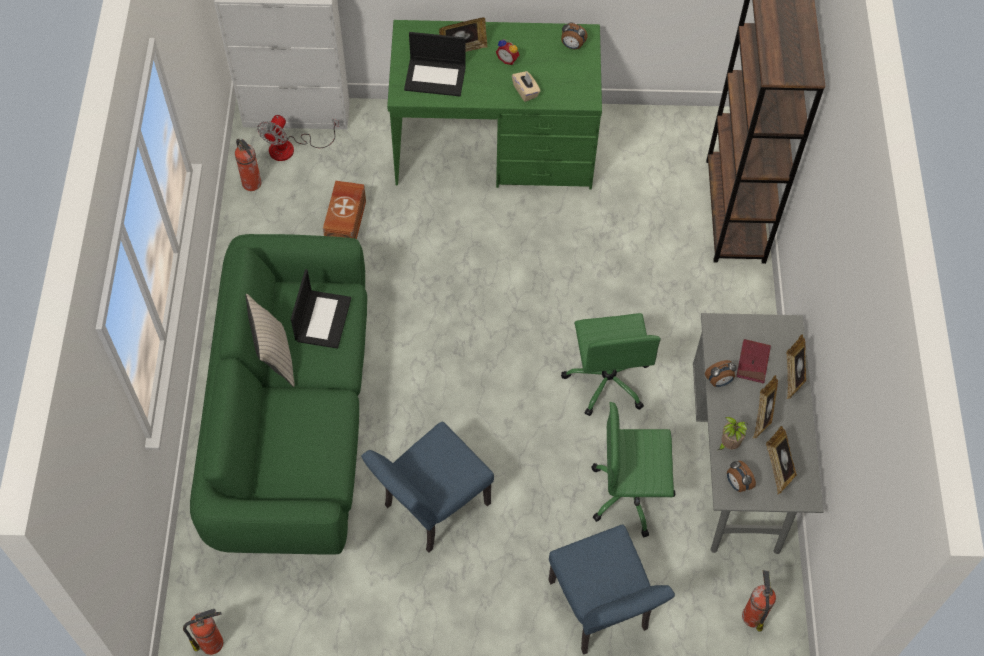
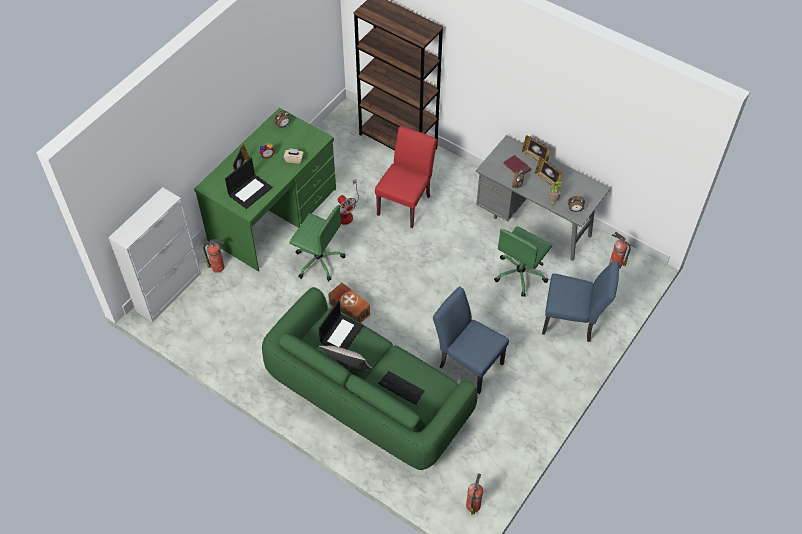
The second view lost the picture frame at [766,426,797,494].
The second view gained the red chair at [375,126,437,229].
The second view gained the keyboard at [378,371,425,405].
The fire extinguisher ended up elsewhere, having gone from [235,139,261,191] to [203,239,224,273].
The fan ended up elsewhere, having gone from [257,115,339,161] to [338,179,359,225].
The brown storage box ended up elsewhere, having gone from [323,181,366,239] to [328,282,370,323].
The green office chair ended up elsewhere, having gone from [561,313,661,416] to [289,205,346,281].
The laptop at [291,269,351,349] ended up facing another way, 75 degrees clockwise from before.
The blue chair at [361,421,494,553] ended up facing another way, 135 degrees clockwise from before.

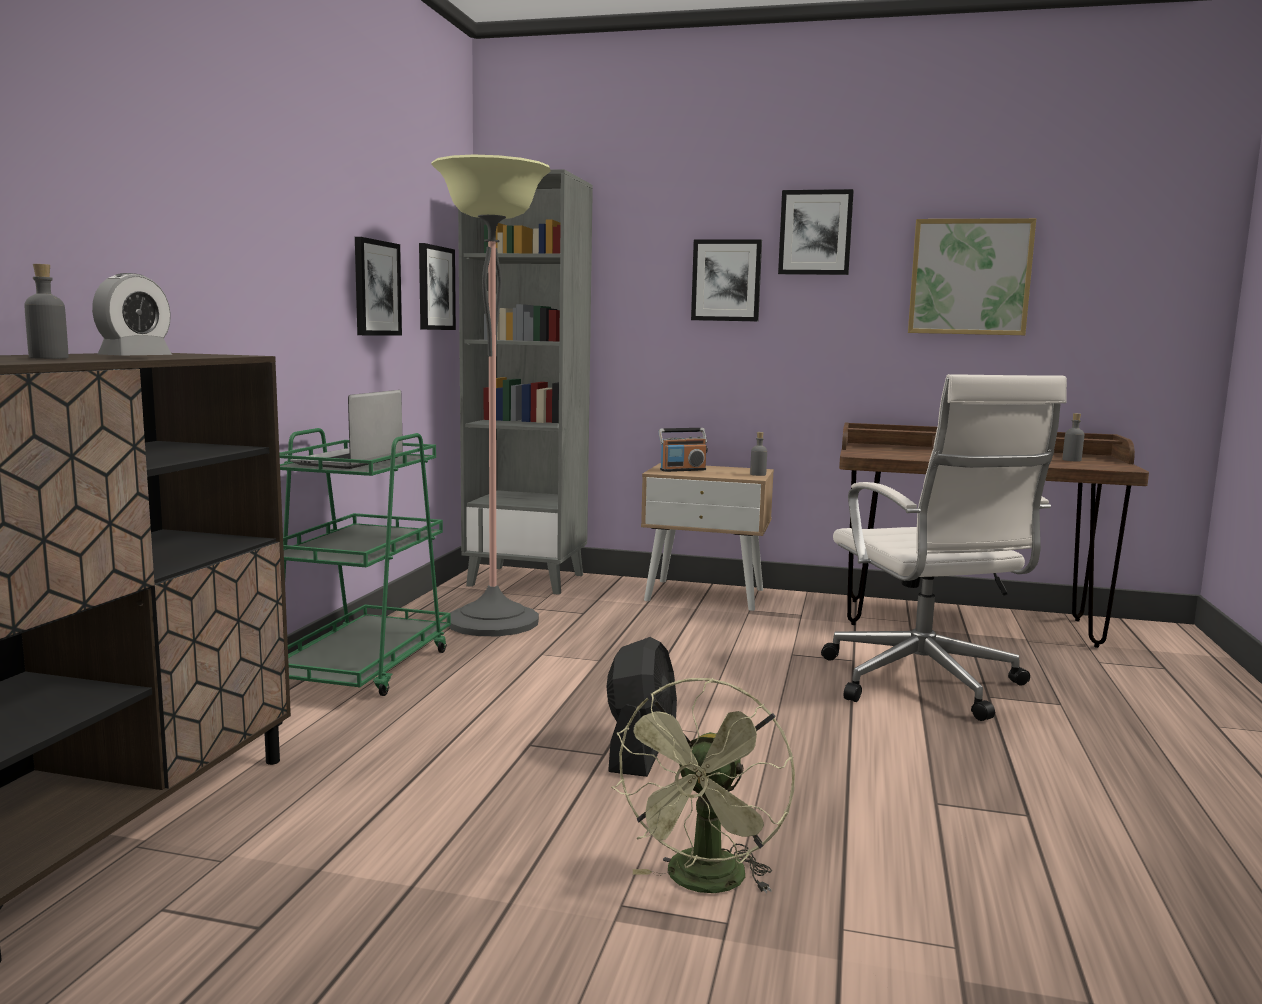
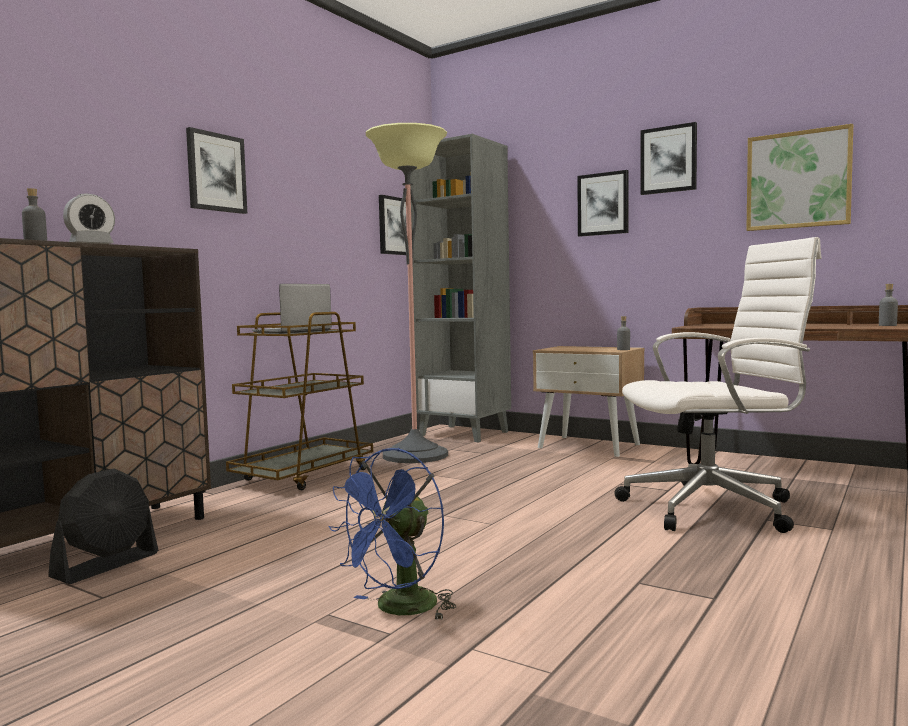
The second view lost the radio at [658,428,708,472].
The picture ended up elsewhere, having gone from [355,237,402,336] to [186,127,247,214].
The black fan ended up elsewhere, having gone from [607,637,677,777] to [48,468,158,584].
What was the green cart at [279,428,451,696] turned into the brown cart at [226,312,373,490].
What was the green fan at [611,678,795,893] turned into the blue fan at [328,448,456,620].
The white office chair at [821,374,1067,721] ended up facing another way, 105 degrees counterclockwise from before.

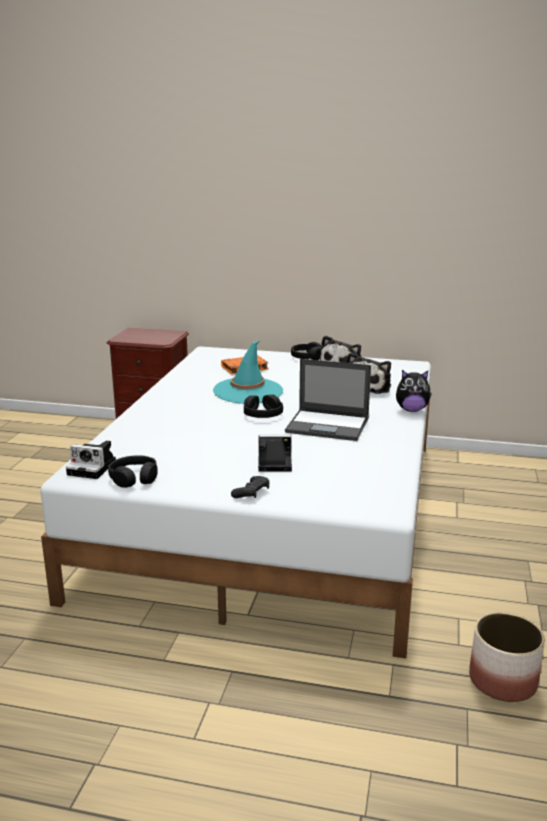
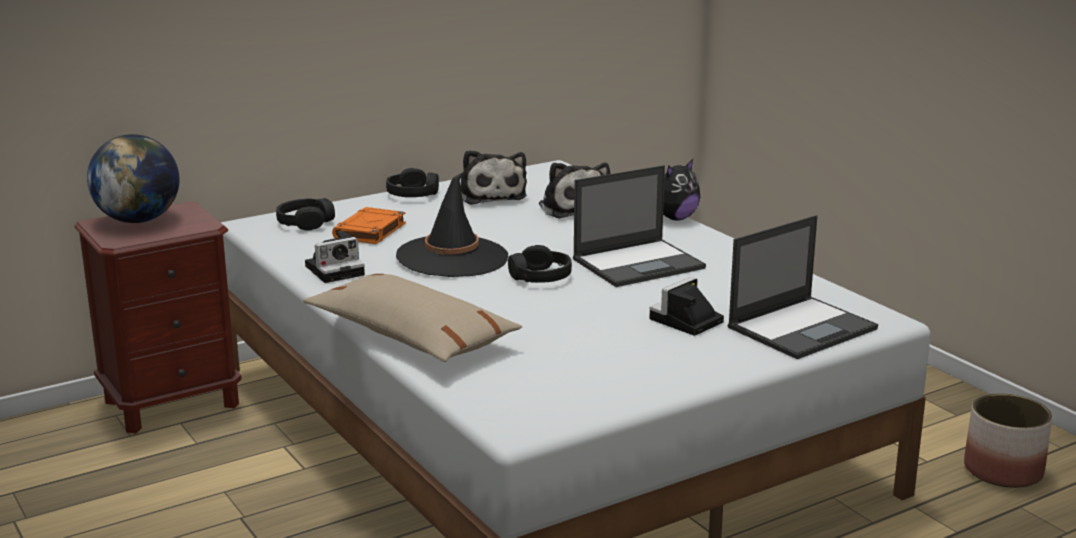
The second view lost the black game controller at [231,476,270,498].
The second view gained the globe at [87,134,179,223].
The second view gained the beige pillow at [303,274,522,362].
The second view gained the laptop at [728,215,878,359].
The photo camera ended up elsewhere, having gone from [66,440,116,479] to [305,231,365,283].
The black headphones ended up elsewhere, having gone from [108,455,158,488] to [276,198,335,230].
What was the turquoise hat at [213,340,283,404] turned into the black hat at [396,172,508,277].

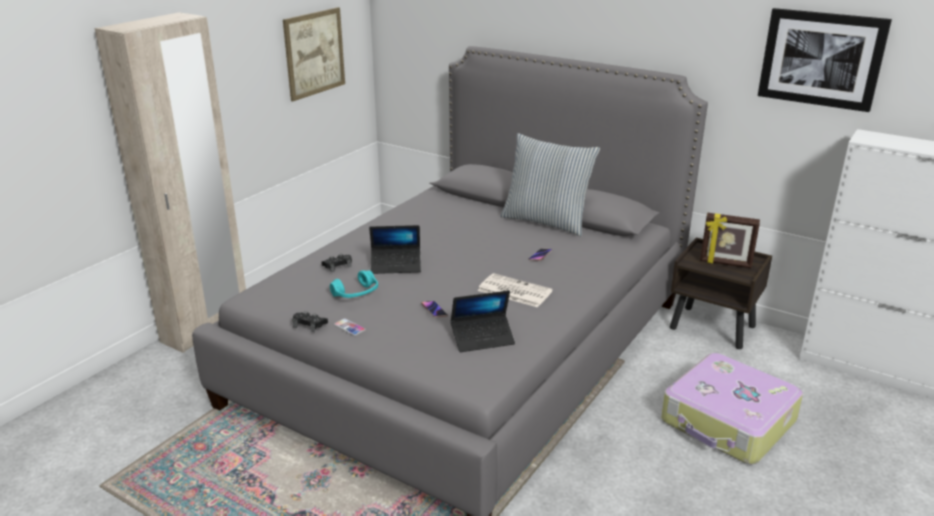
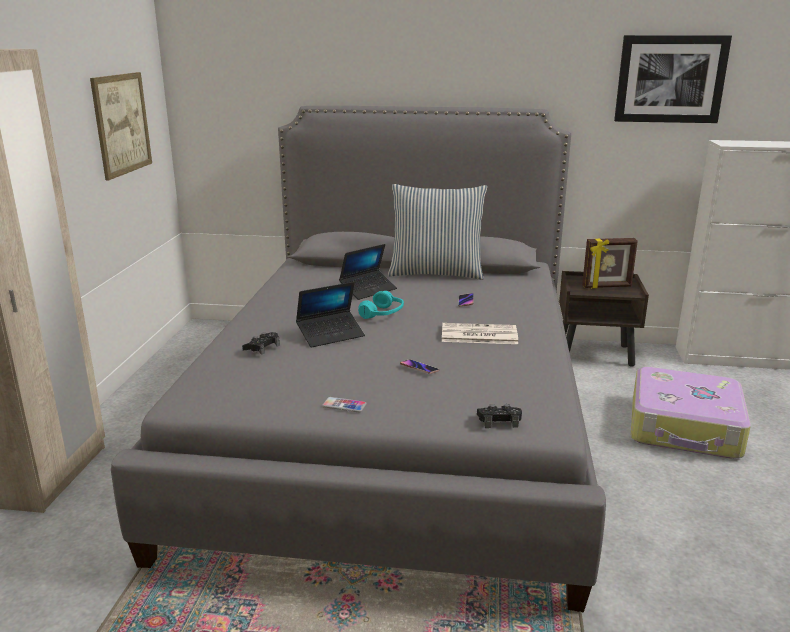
The black game controller ended up elsewhere, having gone from [292,311,328,332] to [477,404,522,428].
The turquoise headphones ended up elsewhere, having gone from [330,270,378,298] to [358,291,404,319].
The laptop ended up elsewhere, having gone from [451,290,515,352] to [339,244,397,300].

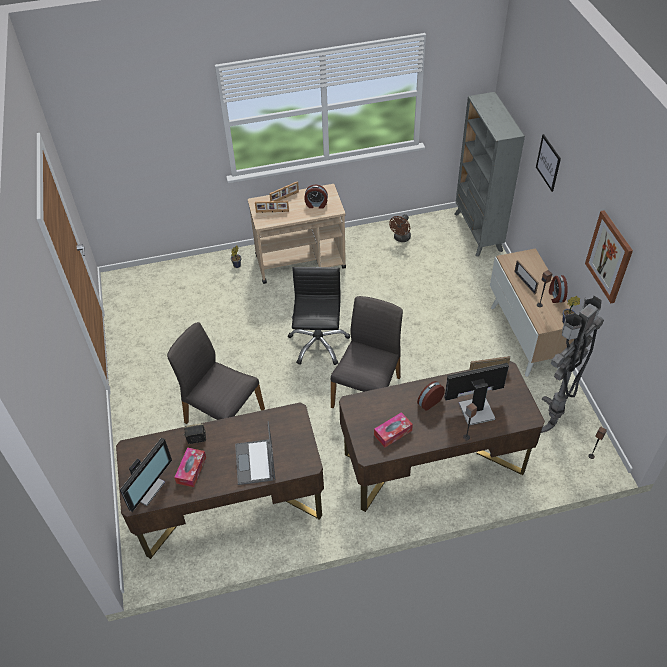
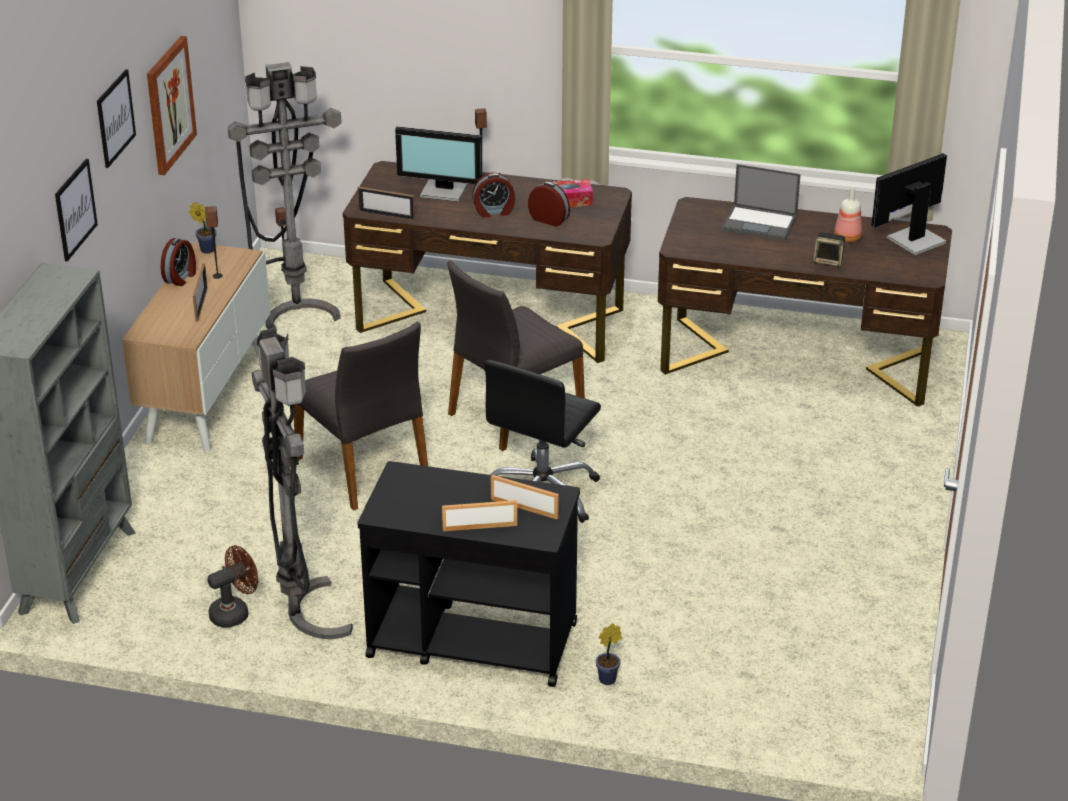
The second view gained the picture at [97,69,136,168].
The second view gained the grey floor lamp at [252,328,353,639].
The grey chair ended up elsewhere, having gone from [167,322,265,424] to [294,322,428,510].
The alarm clock ended up elsewhere, having gone from [304,185,328,209] to [528,182,570,227].
Where the tissue box stood at [174,447,206,487], the bottle came to stand at [834,187,862,242].
What was the beige cart at [248,184,346,284] turned into the black cart at [358,461,580,687].
The laptop at [235,421,275,485] ended up facing another way, 90 degrees clockwise from before.

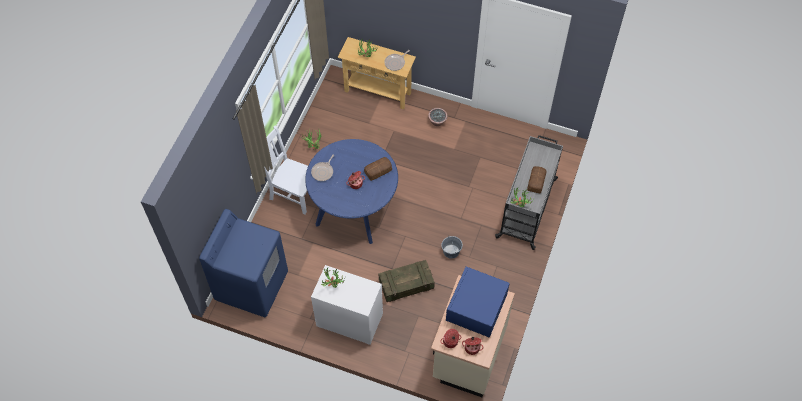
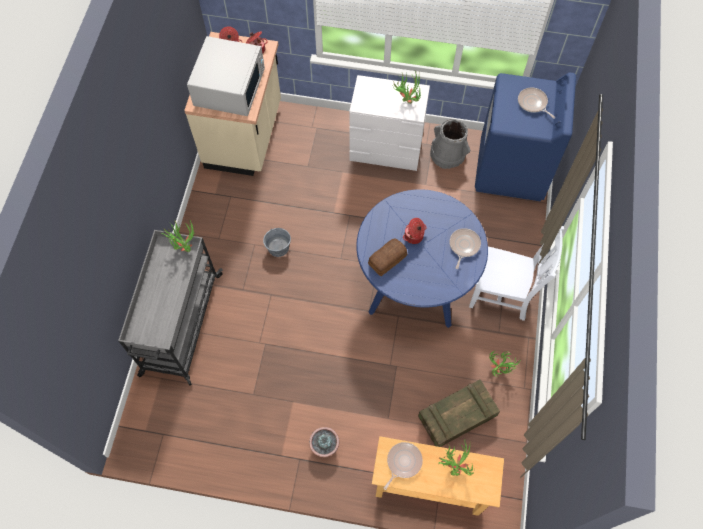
The second view lost the bread at [527,166,546,193].
The second view gained the grey bucket at [430,119,470,169].
The second view gained the frying pan at [518,87,555,119].
The crate ended up elsewhere, having gone from [379,260,435,302] to [418,379,500,447].
What was the blue microwave at [446,267,510,338] turned into the white microwave at [187,36,265,116].

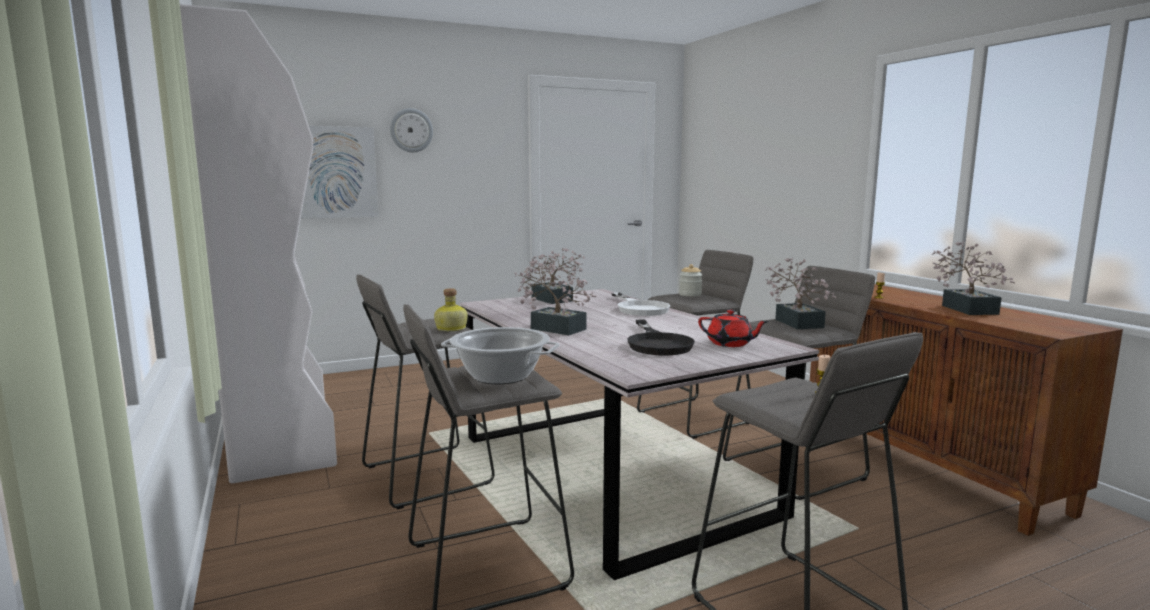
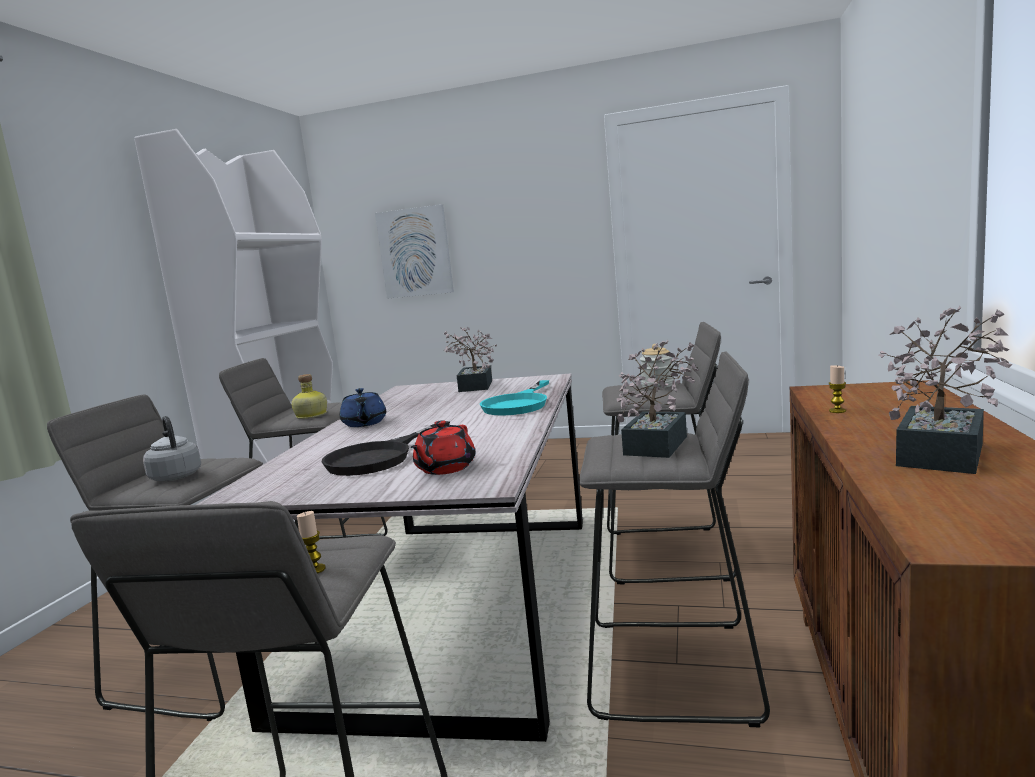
The second view lost the wall clock at [390,108,433,152].
Where the cooking pot stood at [441,327,560,384], the grey kettle came to stand at [143,416,201,481].
Where the potted plant stood at [515,260,597,335], the blue teapot came to stand at [340,388,386,427].
What was the white frying pan at [611,292,670,316] turned into the turquoise frying pan at [480,380,549,416].
The red teapot at [698,310,769,347] ended up facing another way, 45 degrees clockwise from before.

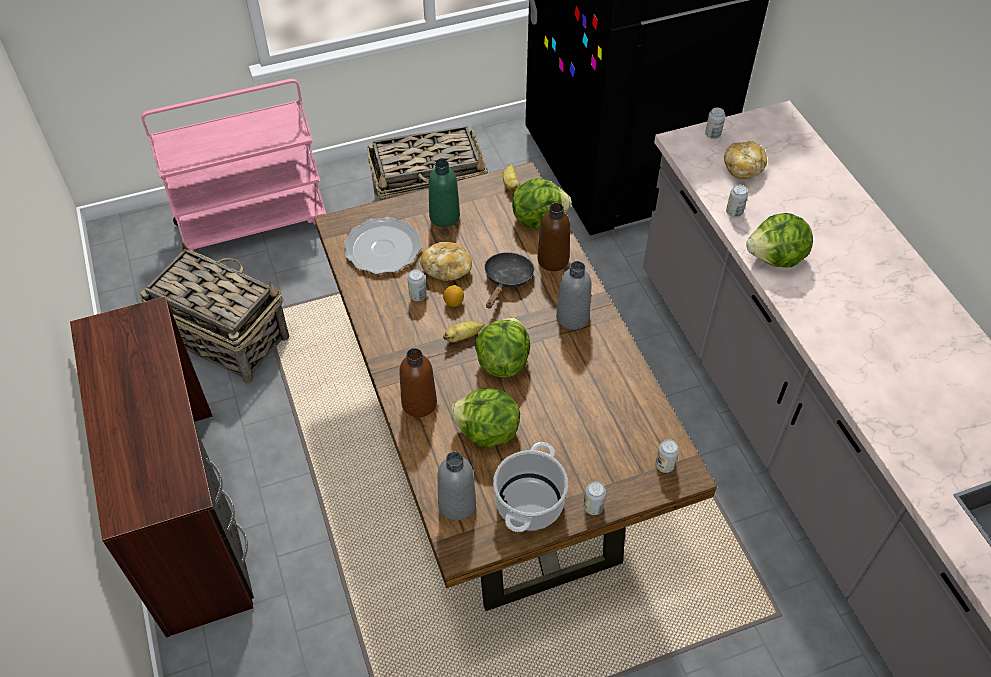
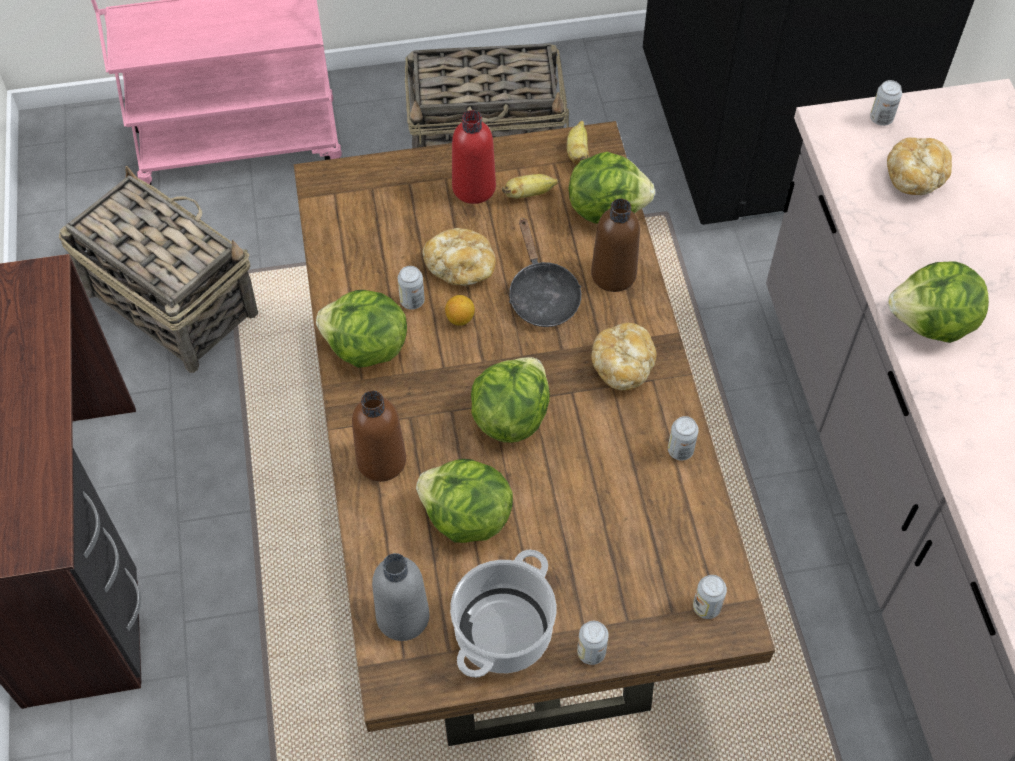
The second view lost the plate at [344,217,422,274].
The second view gained the lettuce at [316,290,407,368].
The banana ended up elsewhere, having gone from [443,321,485,342] to [502,174,559,199].
The can ended up elsewhere, having gone from [726,185,748,217] to [668,416,699,461].
Where the grey bottle stood at [556,261,592,330], the bread came to stand at [591,323,657,391].
What was the green bottle at [428,159,460,227] turned into the red bottle at [452,110,496,204].
The black frying pan at [484,252,534,309] ended up facing another way, 135 degrees clockwise from before.

